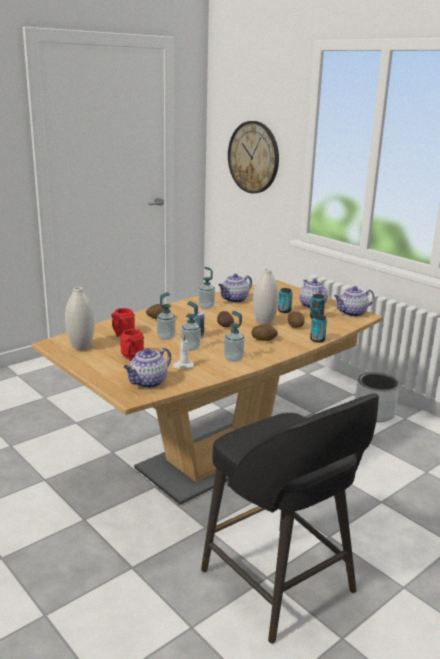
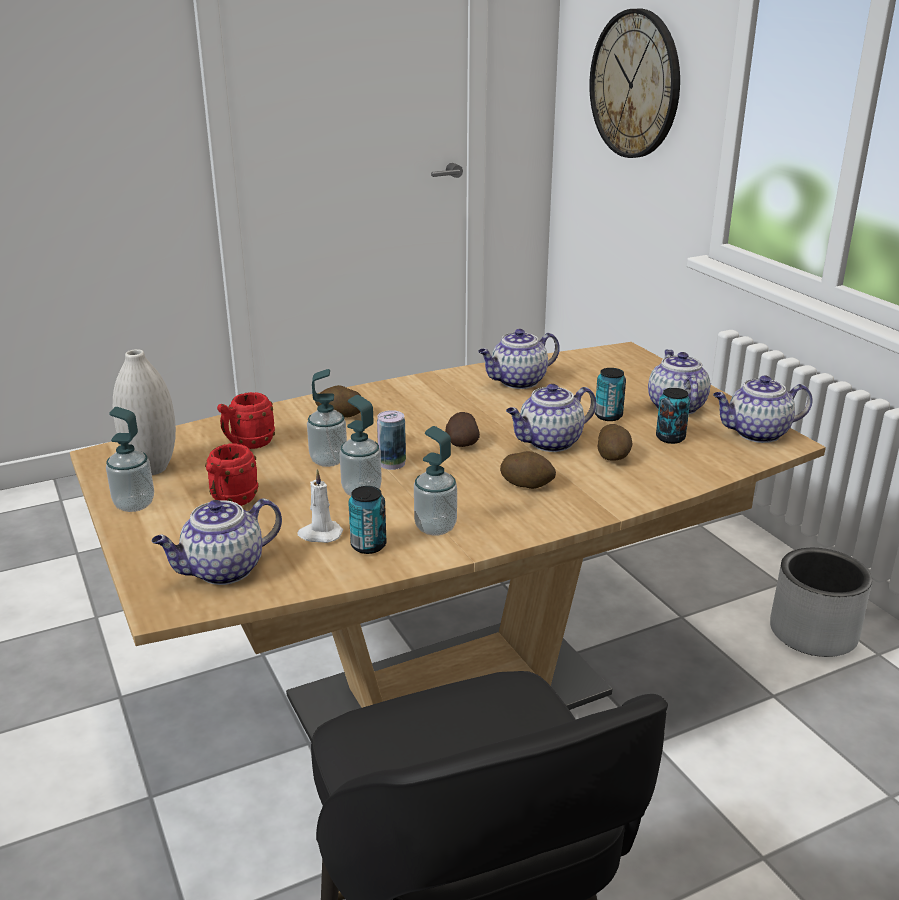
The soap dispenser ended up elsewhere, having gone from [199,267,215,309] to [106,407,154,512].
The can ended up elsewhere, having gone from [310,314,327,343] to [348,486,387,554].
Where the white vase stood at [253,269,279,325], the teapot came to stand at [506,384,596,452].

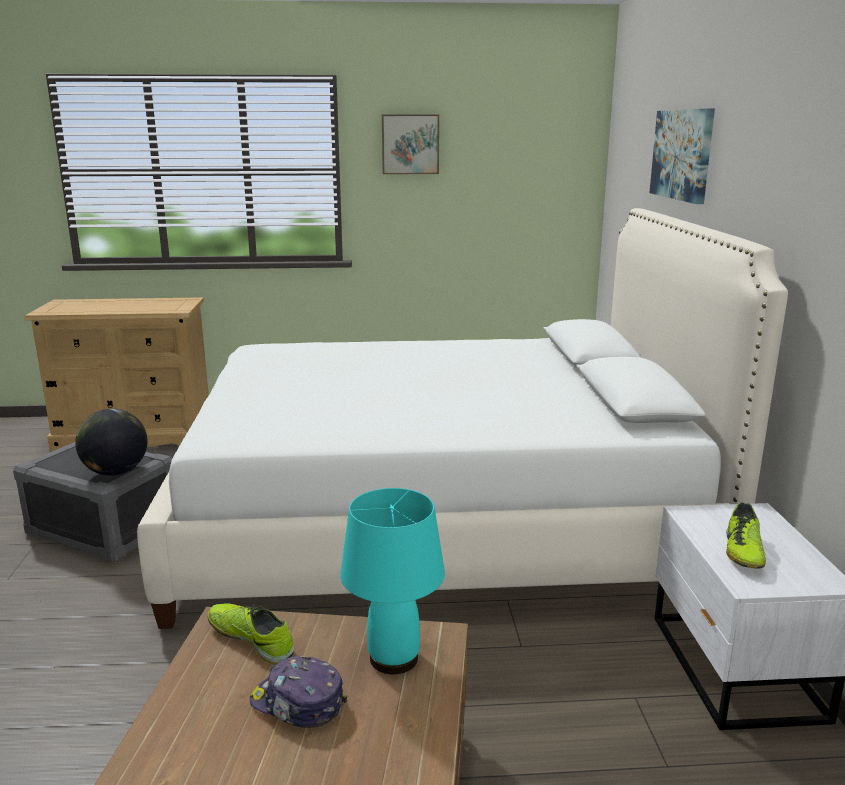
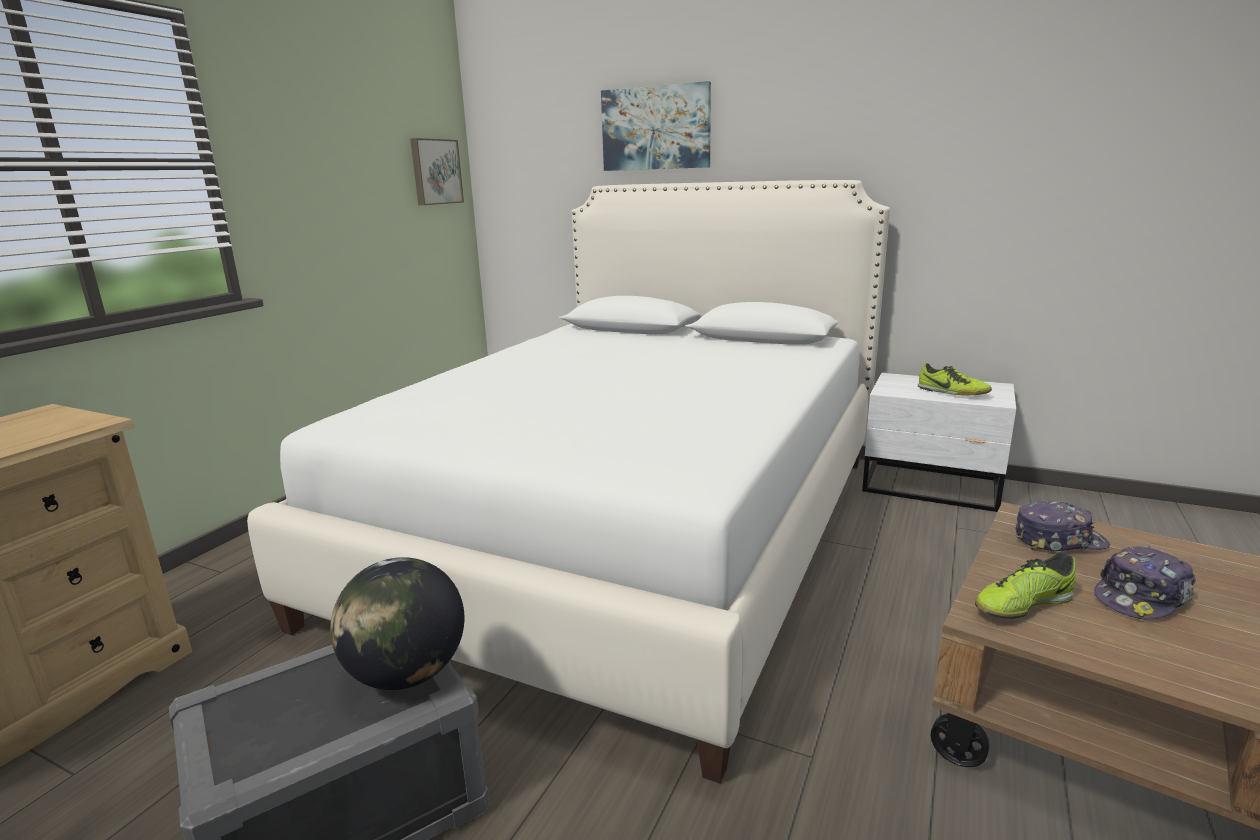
The picture ended up elsewhere, having gone from [382,115,439,174] to [410,138,464,205].
Where the turquoise table lamp stood at [340,488,445,674], the cap came to stand at [1015,501,1110,551].

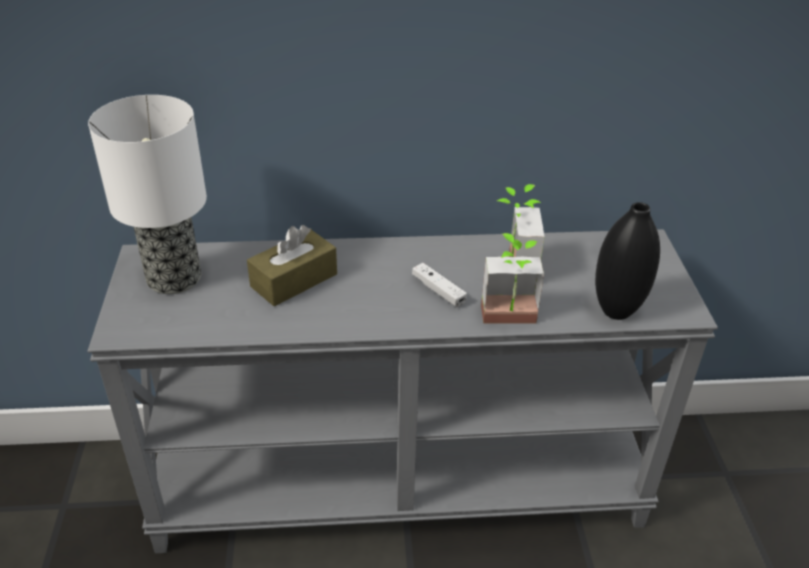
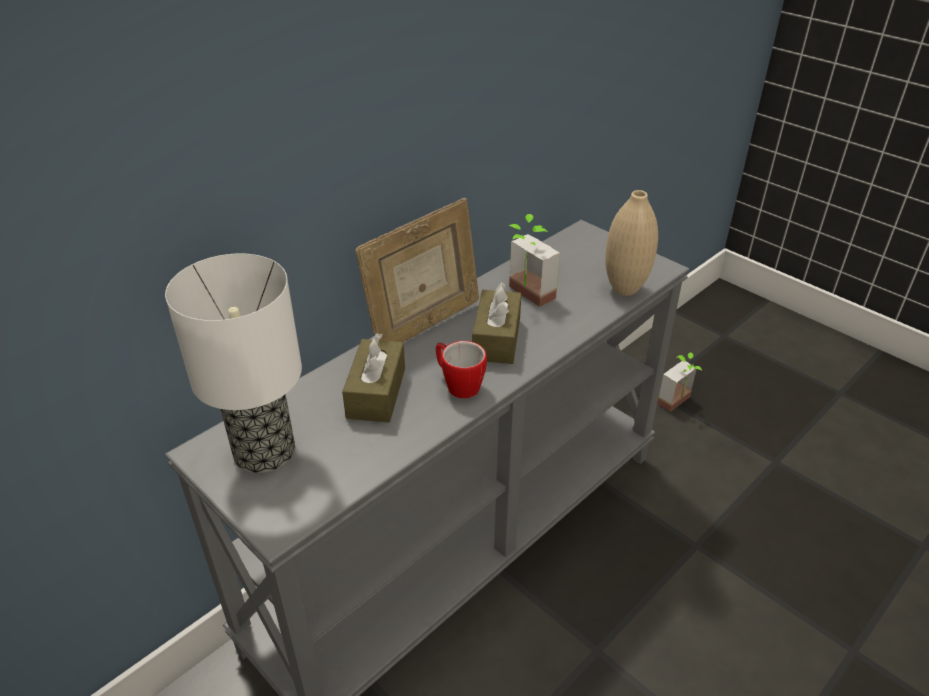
The second view gained the picture frame at [355,198,479,342].
The second view gained the mug at [436,341,487,399].
The potted plant ended up elsewhere, having gone from [481,233,544,323] to [657,352,702,412].
Where the white game controller stood at [412,263,467,307], the brown tissue box came to stand at [472,282,521,364].
What was the black vase at [595,202,660,320] turned into the beige vase at [605,190,658,296].

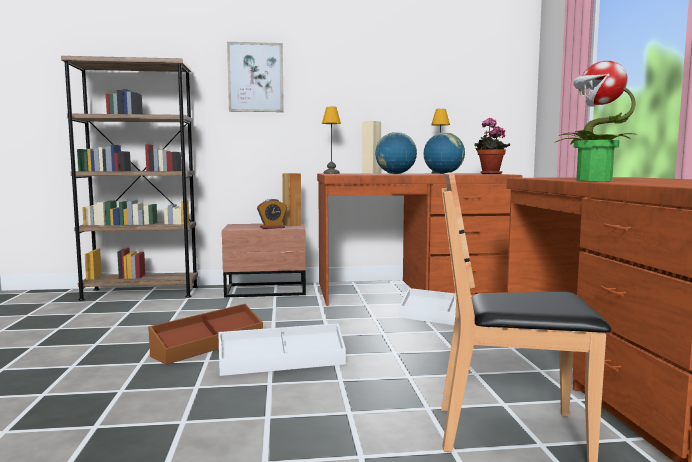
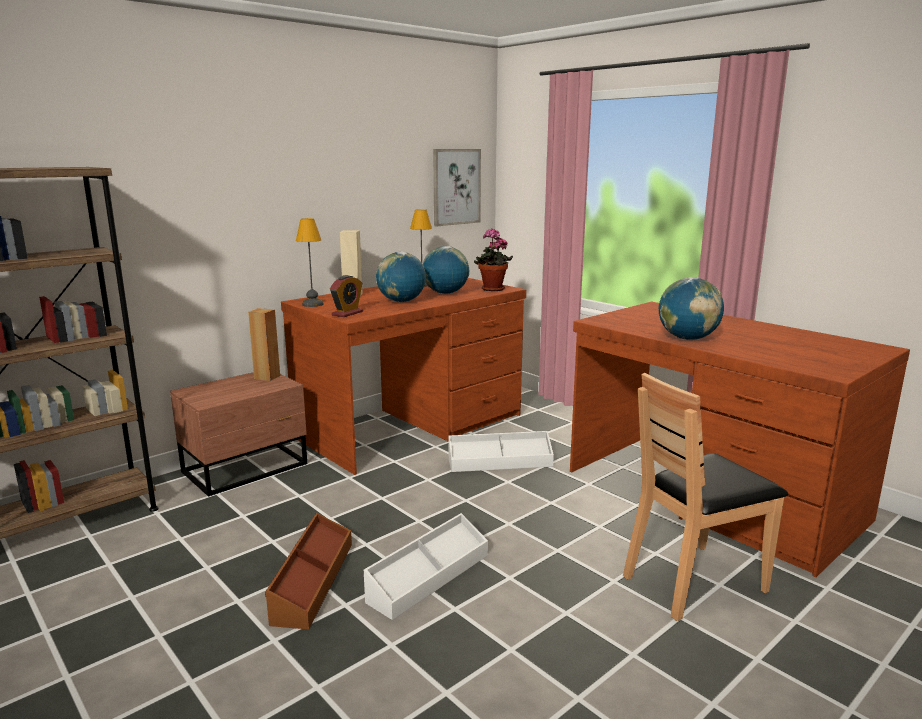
The picture ended up elsewhere, having gone from [227,42,284,112] to [433,149,481,226].
The alarm clock ended up elsewhere, having gone from [257,199,287,229] to [330,275,363,317].
Where the potted plant stood at [555,61,637,181], the globe came to stand at [659,277,724,340].

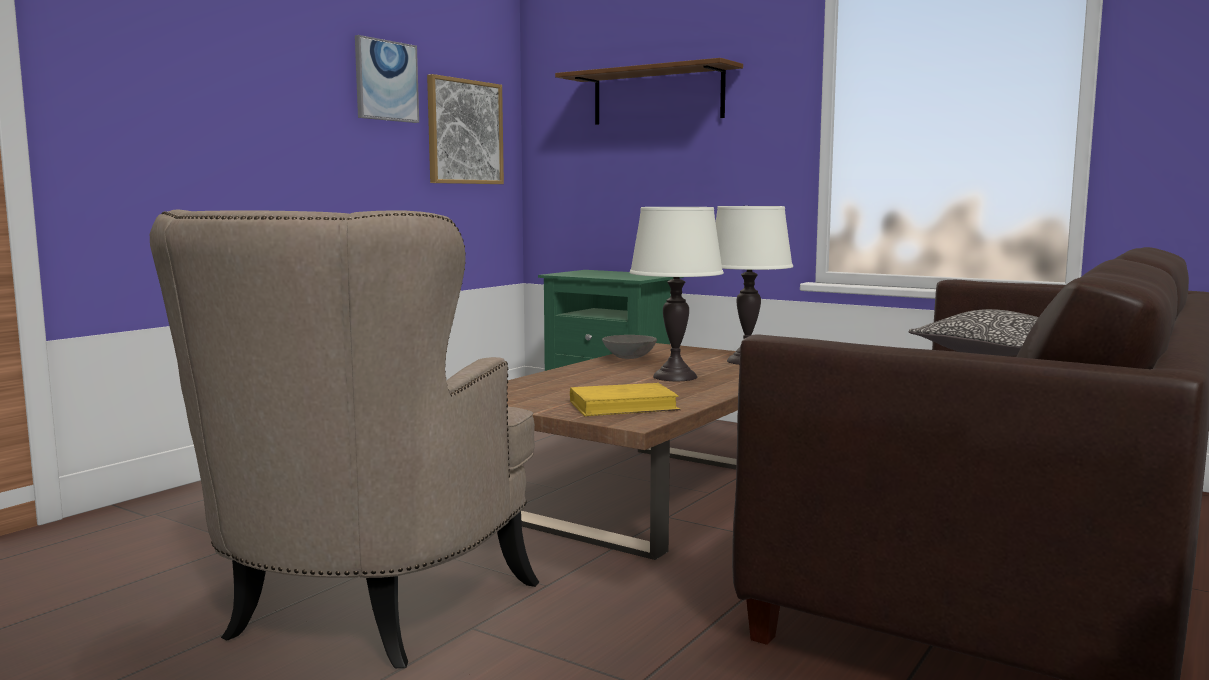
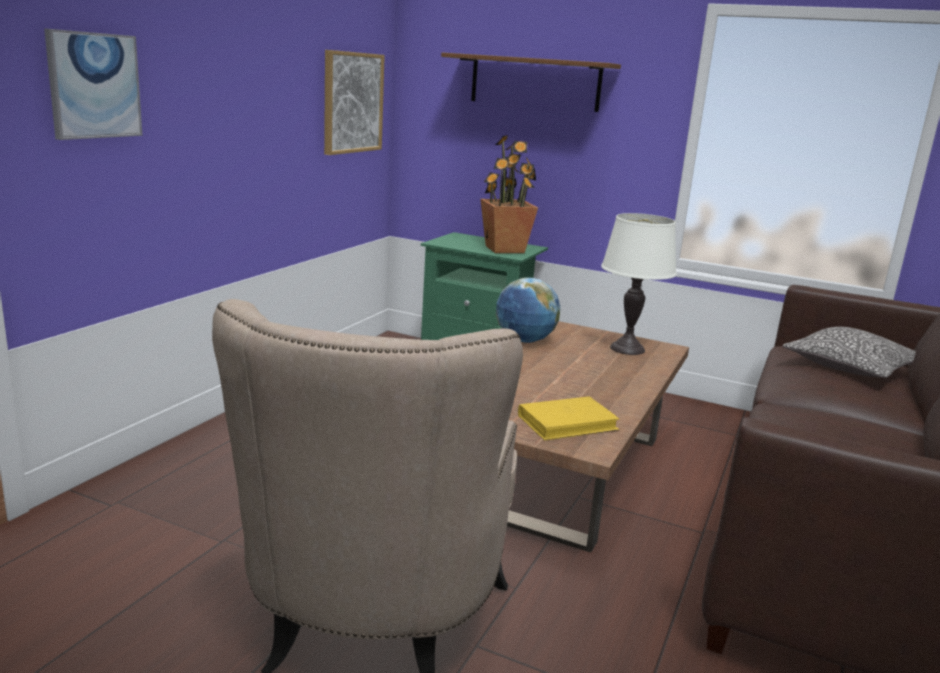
The second view lost the white table lamp at [630,207,724,381].
The second view gained the potted plant at [480,135,538,253].
The picture ended up elsewhere, having gone from [355,35,419,123] to [44,29,142,140].
Where the grey bowl stood at [602,335,657,359], the globe came to stand at [496,277,560,343].

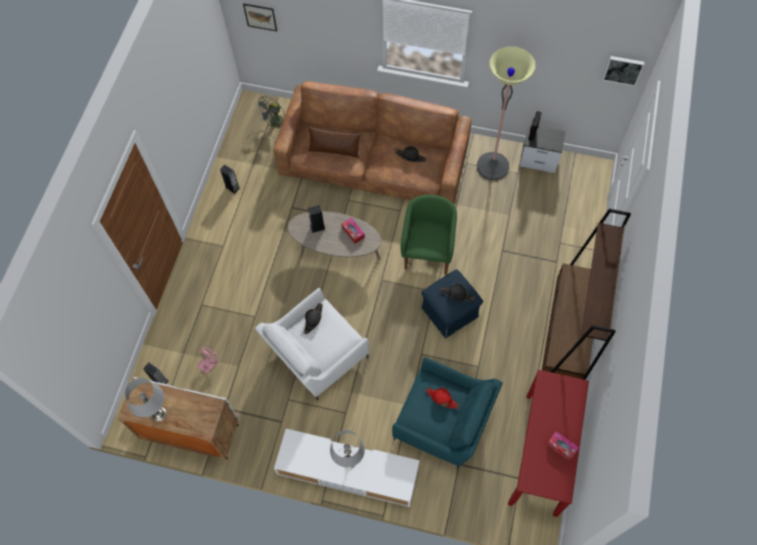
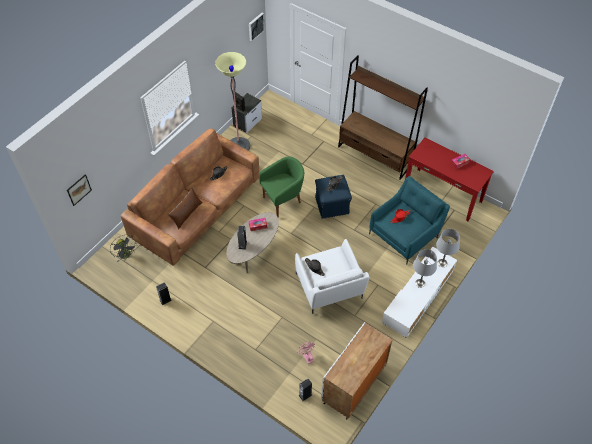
The grey table lamp ended up elsewhere, having gone from [125,378,167,422] to [436,229,460,267].
The green armchair at [400,195,457,275] ended up facing another way, 120 degrees clockwise from before.

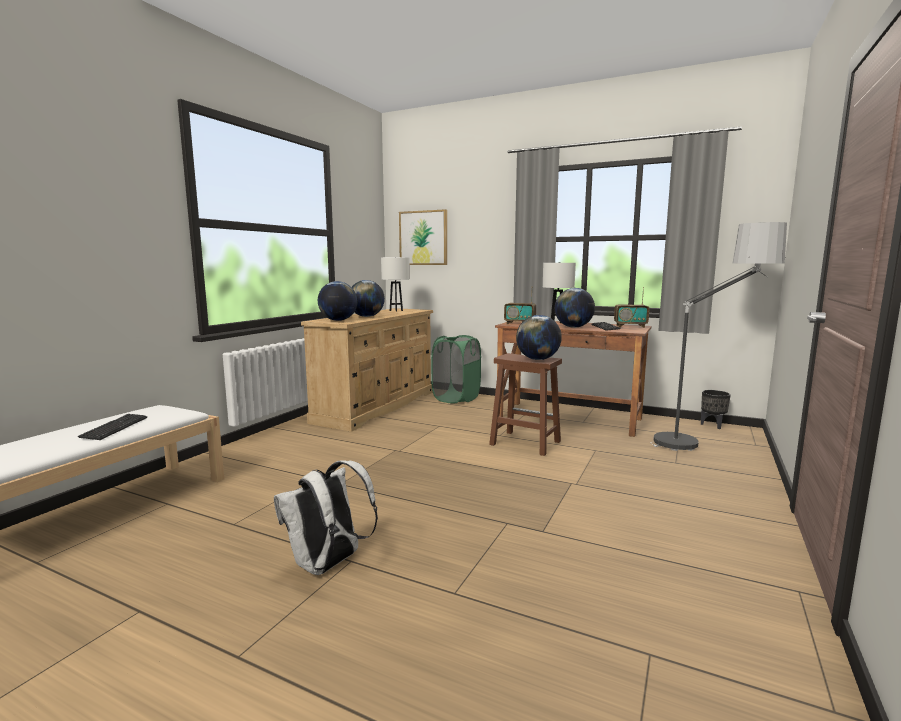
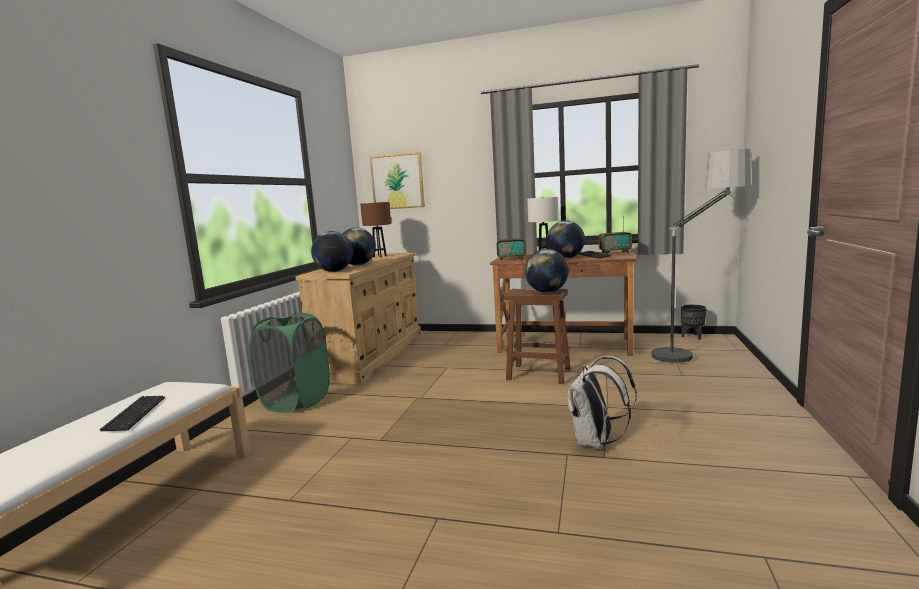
The white backpack ended up elsewhere, having gone from [274,460,378,575] to [568,356,637,449].
The green laundry basket ended up elsewhere, having gone from [431,335,481,403] to [250,313,330,413].
What was the white table lamp at [381,257,410,312] turned into the brown table lamp at [360,202,391,257].

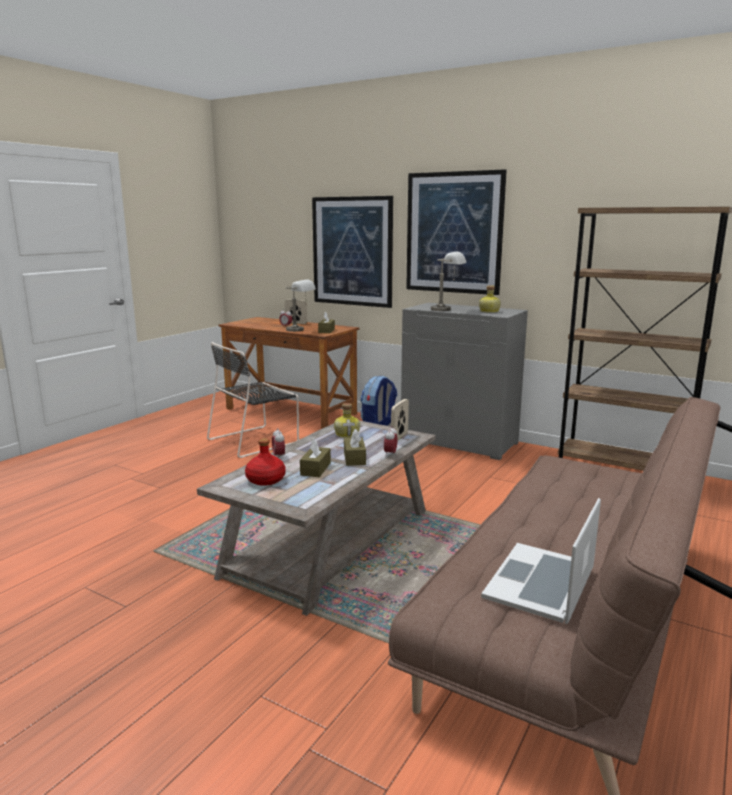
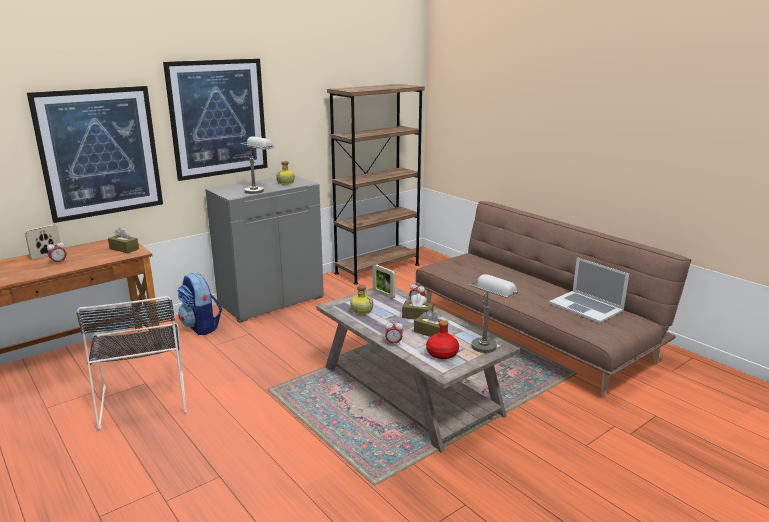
The grey table lamp ended up elsewhere, having gone from [285,280,316,332] to [470,274,518,353].

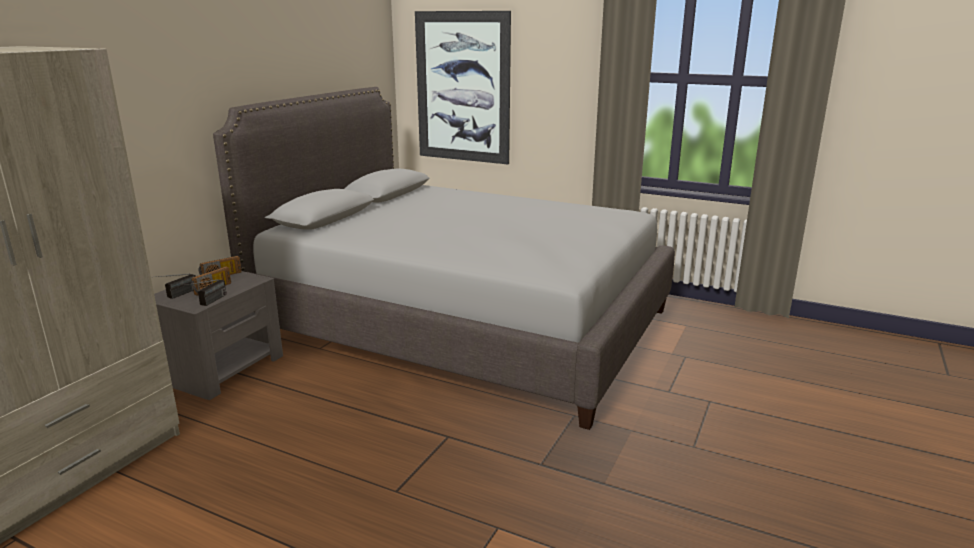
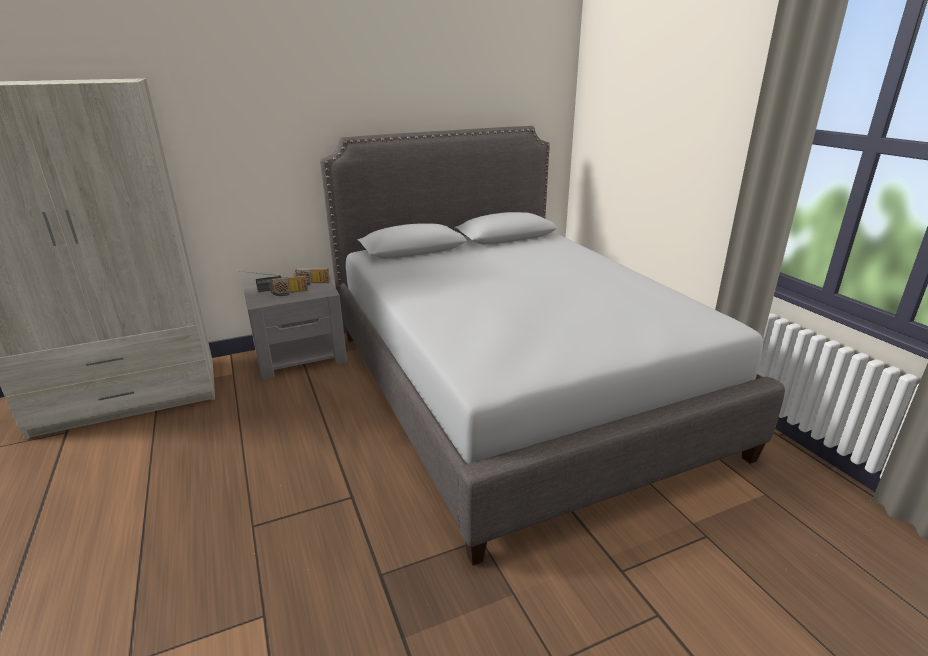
The second view lost the radio at [184,279,227,306].
The second view lost the picture at [415,11,511,164].

